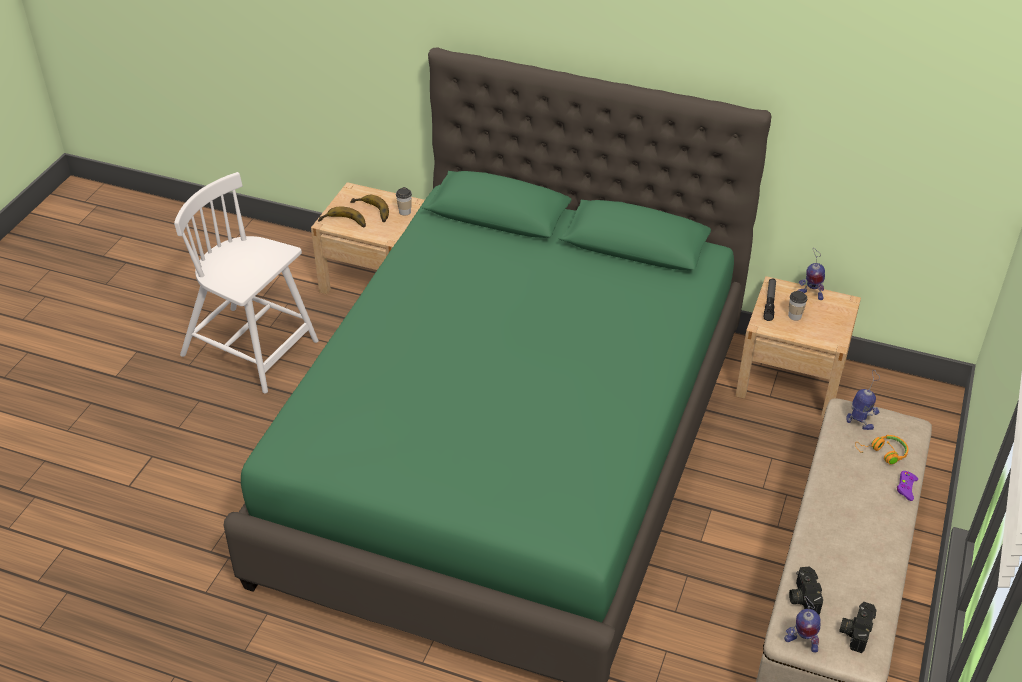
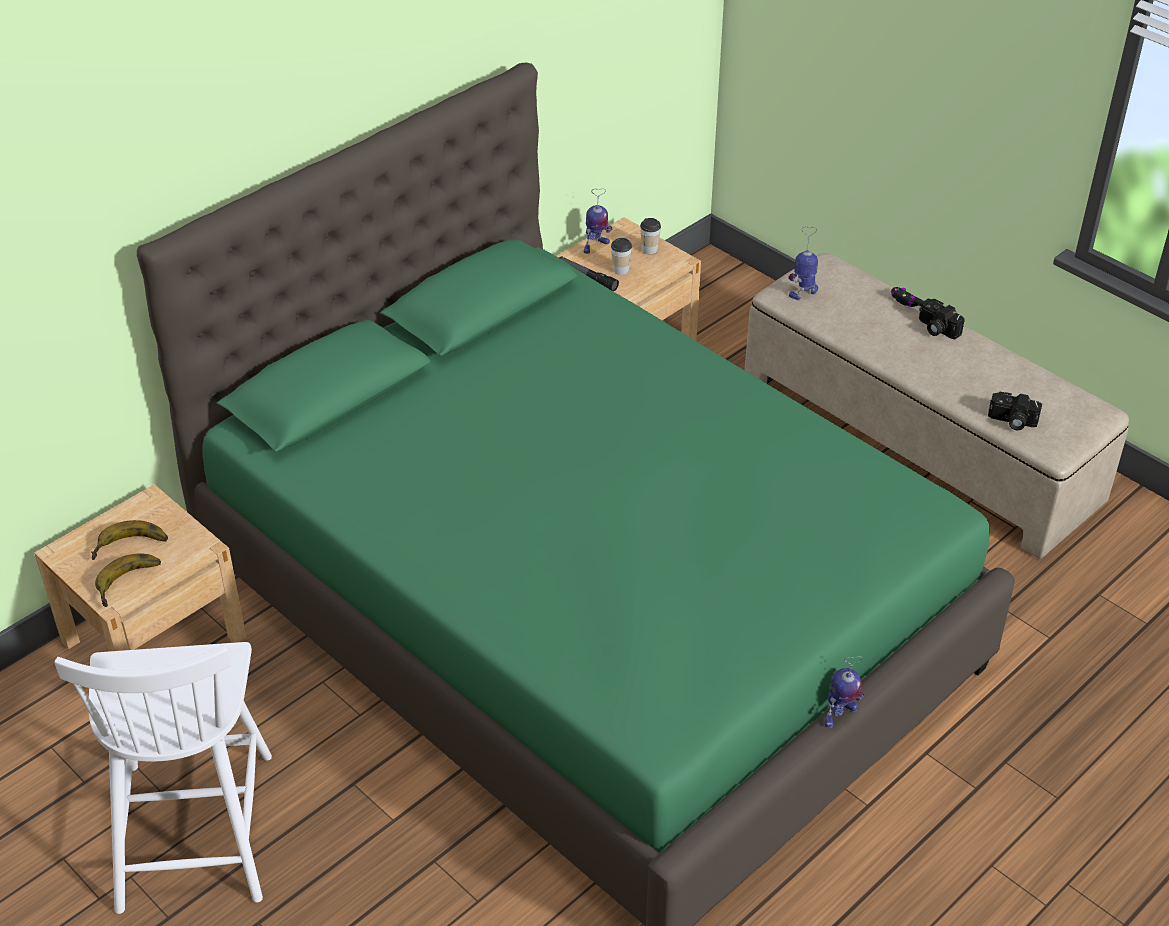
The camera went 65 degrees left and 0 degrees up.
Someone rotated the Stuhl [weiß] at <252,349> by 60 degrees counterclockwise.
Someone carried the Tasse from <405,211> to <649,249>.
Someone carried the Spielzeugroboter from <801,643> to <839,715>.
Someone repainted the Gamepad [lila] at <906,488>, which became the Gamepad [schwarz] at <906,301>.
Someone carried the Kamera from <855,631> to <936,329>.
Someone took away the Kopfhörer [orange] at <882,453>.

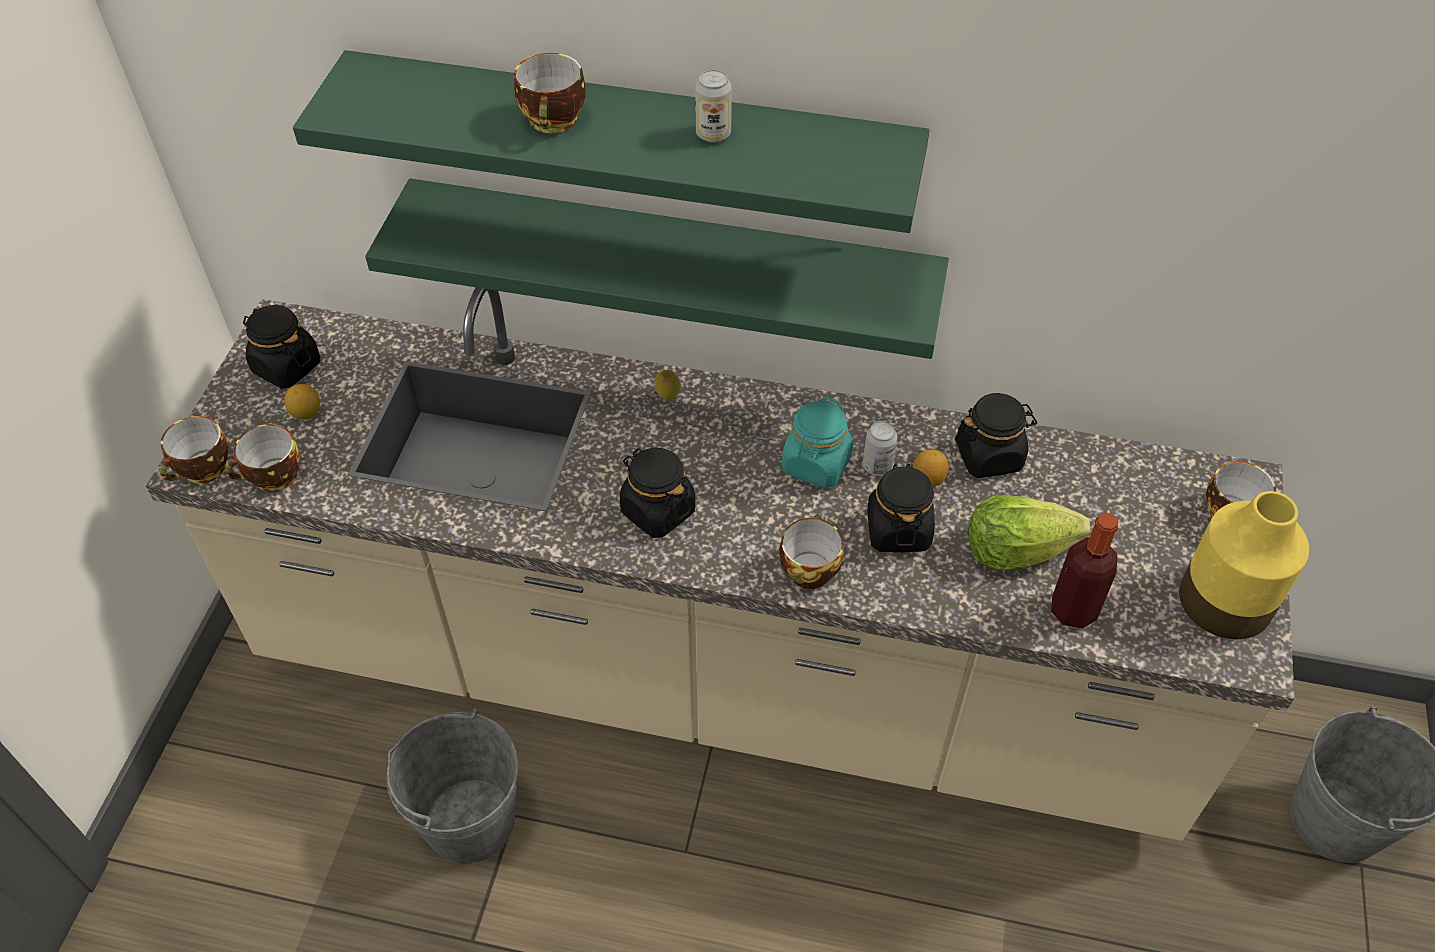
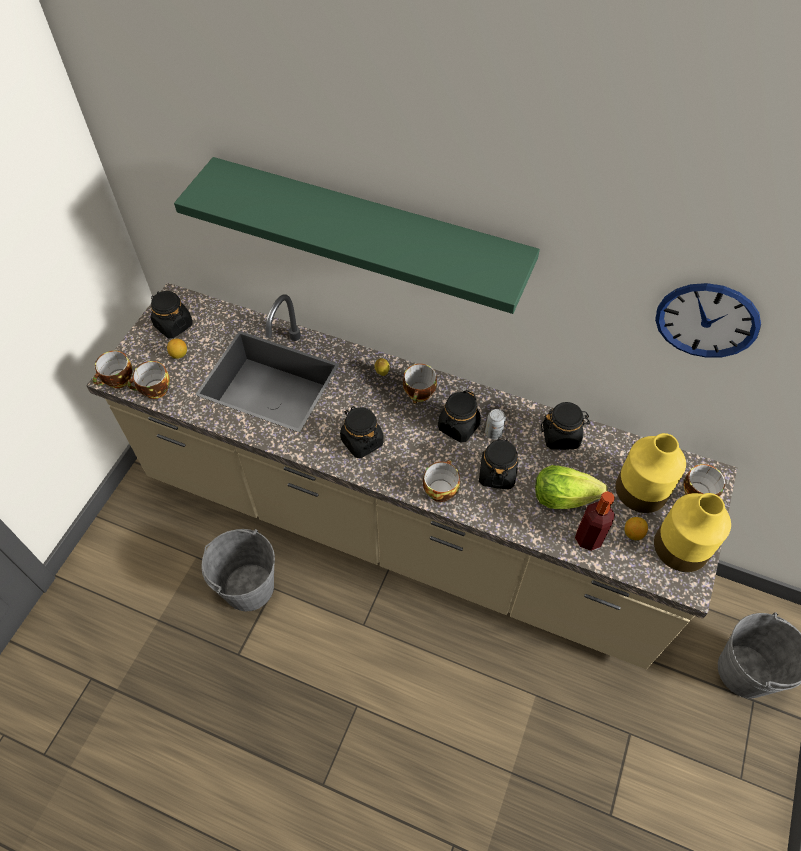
The camera went 10 degrees right and 5 degrees up.
Someone carried the Tasse from <554,121> to <420,394>.
Someone repainted the Vorratsglas [türkis] at <816,464>, which became the Vorratsglas [schwarz] at <458,427>.
Someone put down the Vase [gelb] at <641,490>.
Someone carried the Zitrone from <928,479> to <633,533>.
Someone put up the Wanduhr at <707,320>.
Someone took away the Wandregal [grün] at <673,259>.
Someone took away the Dose at <713,134>.

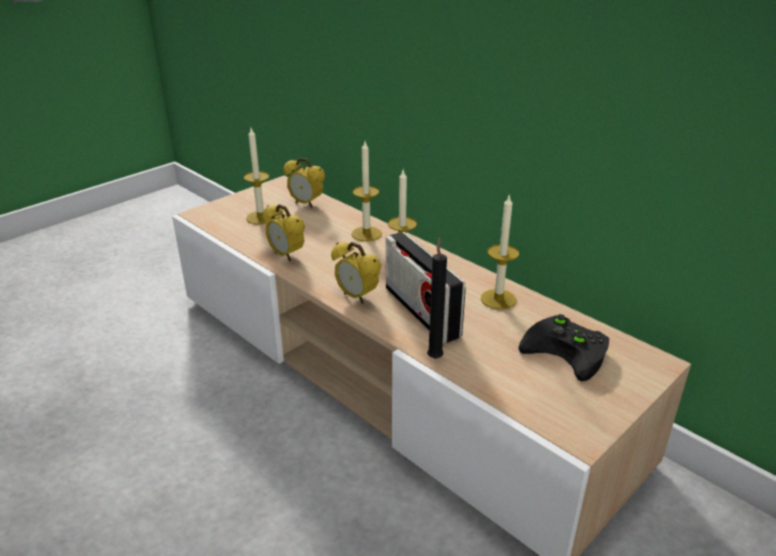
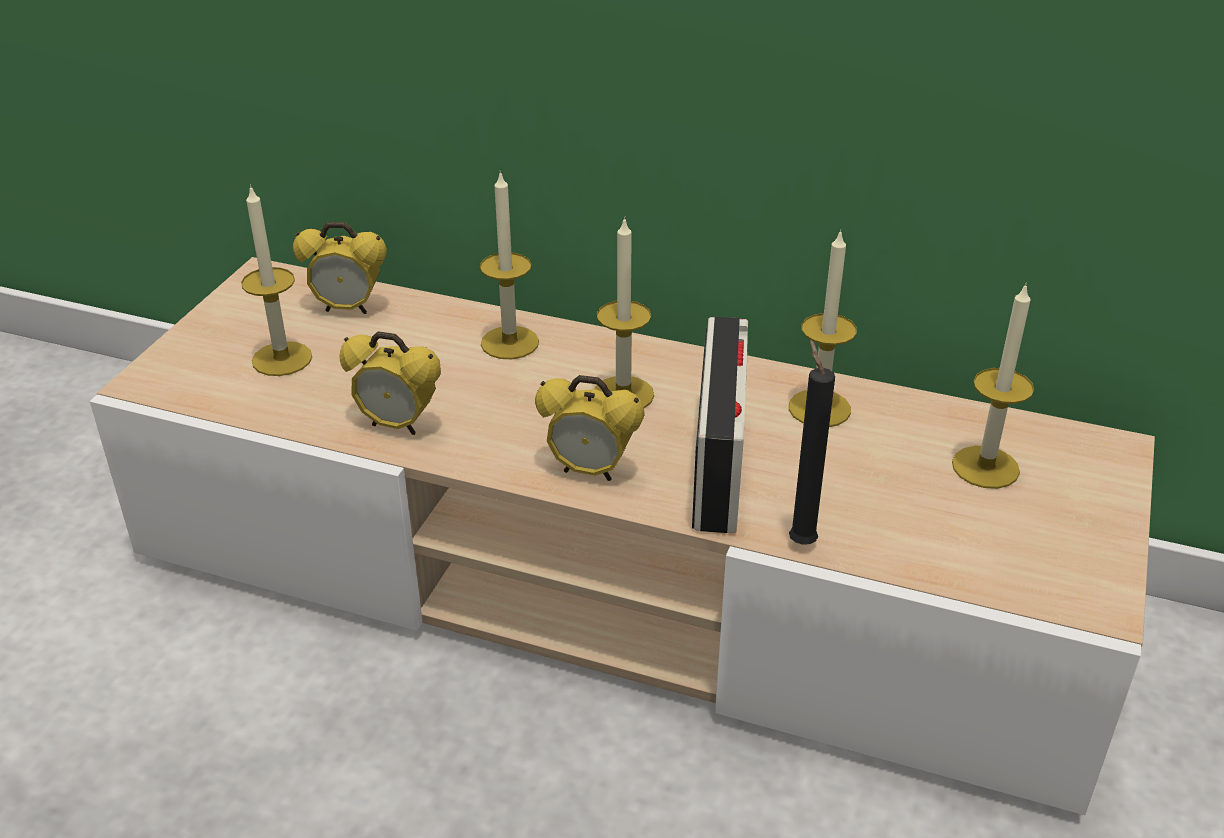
The camera went 25 degrees left and 5 degrees up.
Someone rotated the Radio at <421,312> by 120 degrees counterclockwise.
Someone swapped the Gamepad [schwarz] at <569,351> for the Kerze at <985,467>.

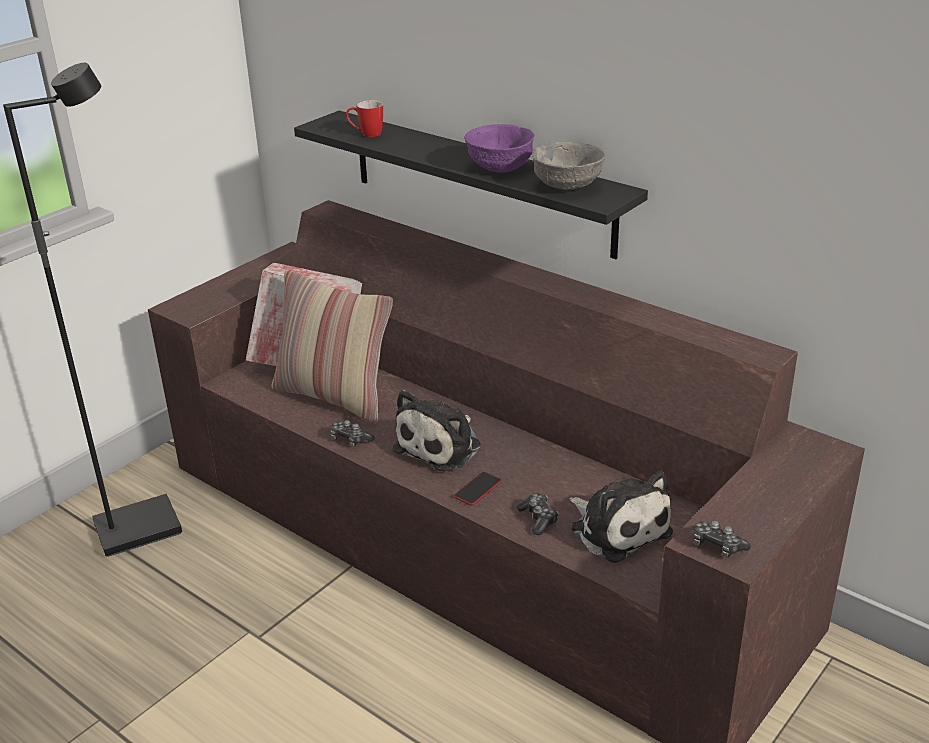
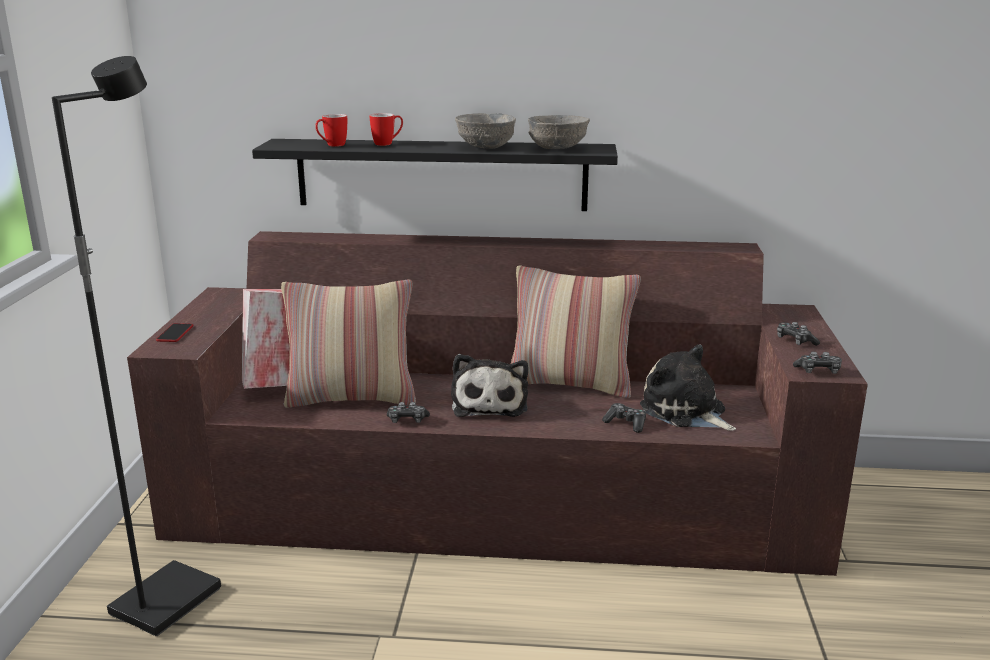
The camera went 35 degrees left and 10 degrees down.
Someone carried the Handy from <477,489> to <175,333>.
Someone put down the Henkelbecher at <387,143>.
Someone repainted the Schüssel [lila] at <500,167>, which became the Schüssel [grau] at <485,146>.
Someone put down the Kissen at <570,383>.
Someone rotated the Plüschtier at <617,528> by 150 degrees counterclockwise.
Someone put down the Gamepad at <795,341>.

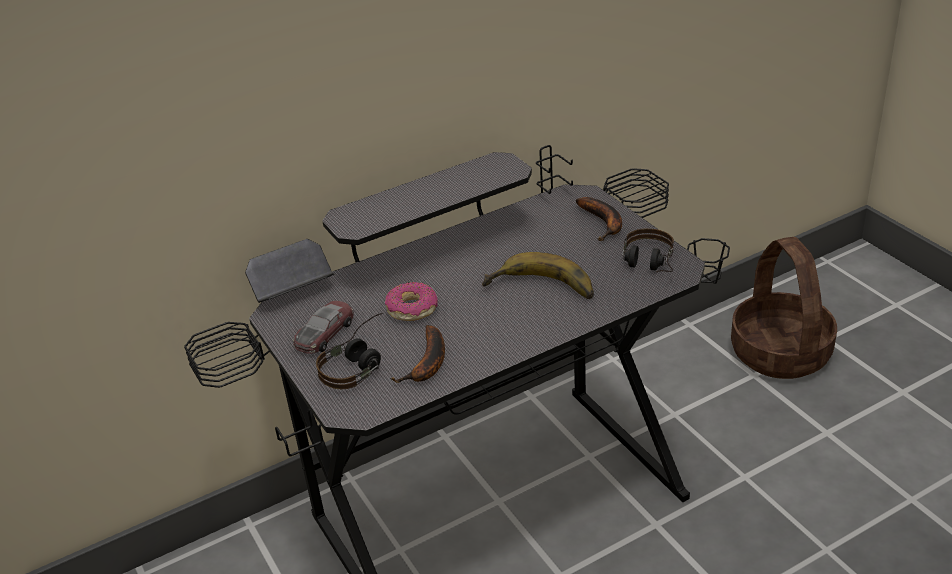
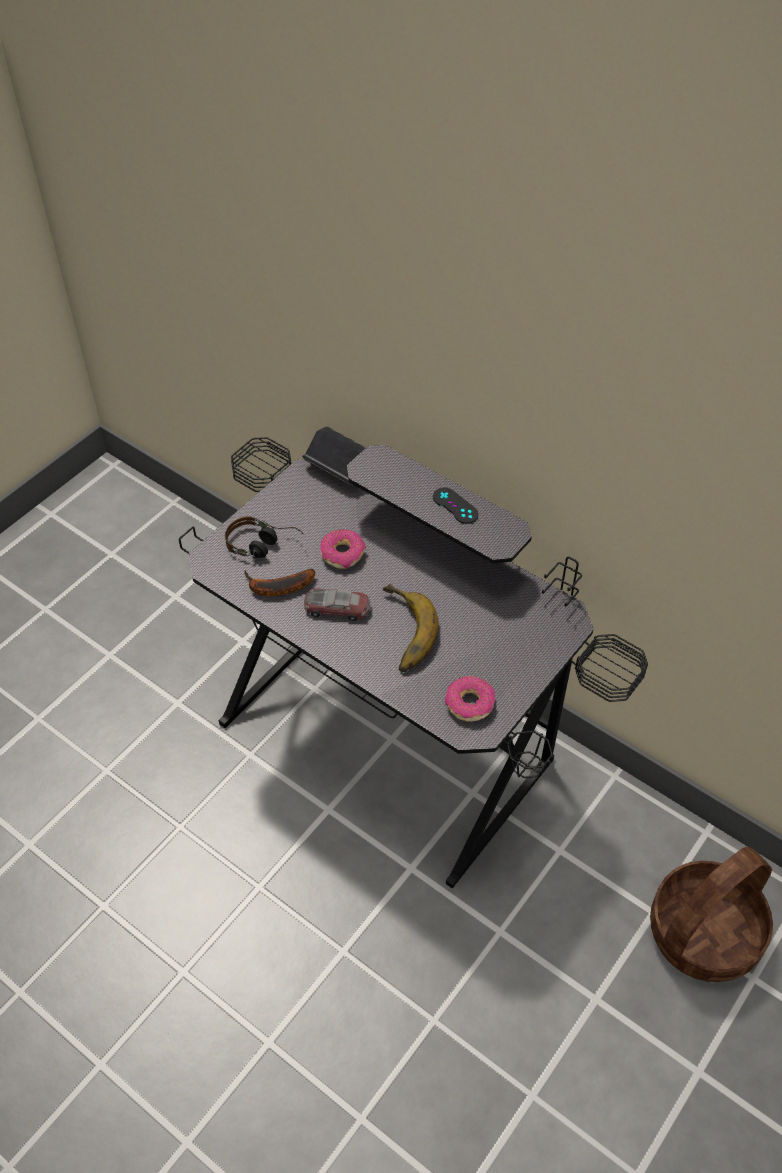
The camera went 65 degrees right and 15 degrees up.
Someone carried the Spielzeugauto from <325,333> to <337,608>.
Someone put down the Gamepad [schwarz] at <455,506>.
Someone swapped the Kopfhörer at <648,266> for the Donut at <469,703>.
Someone took away the Banane at <604,223>.

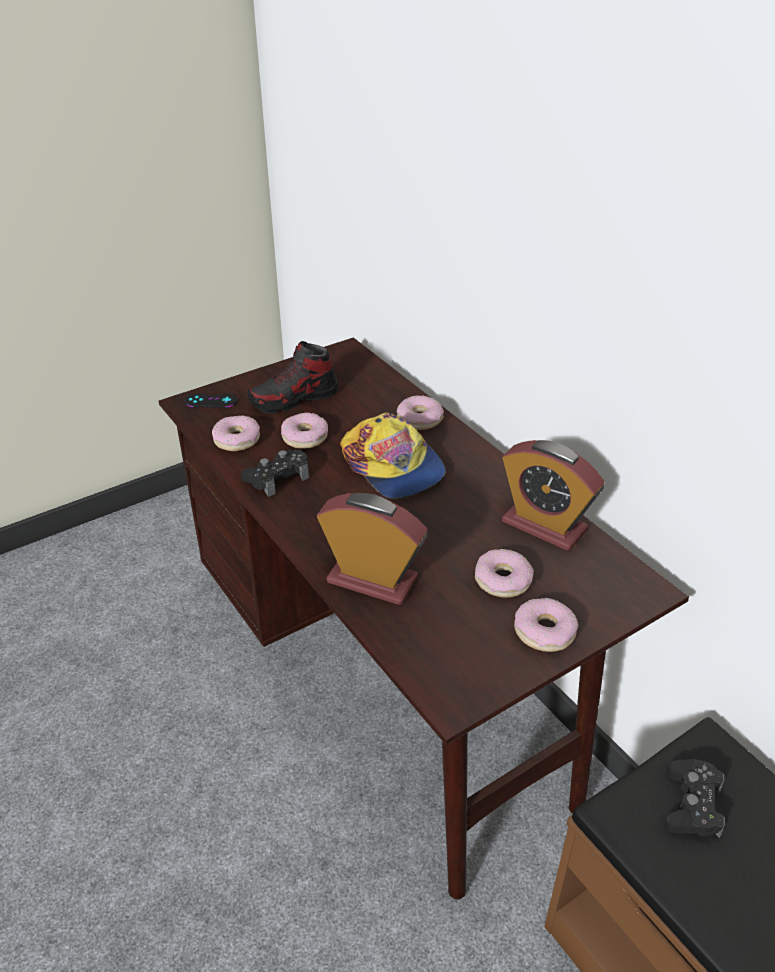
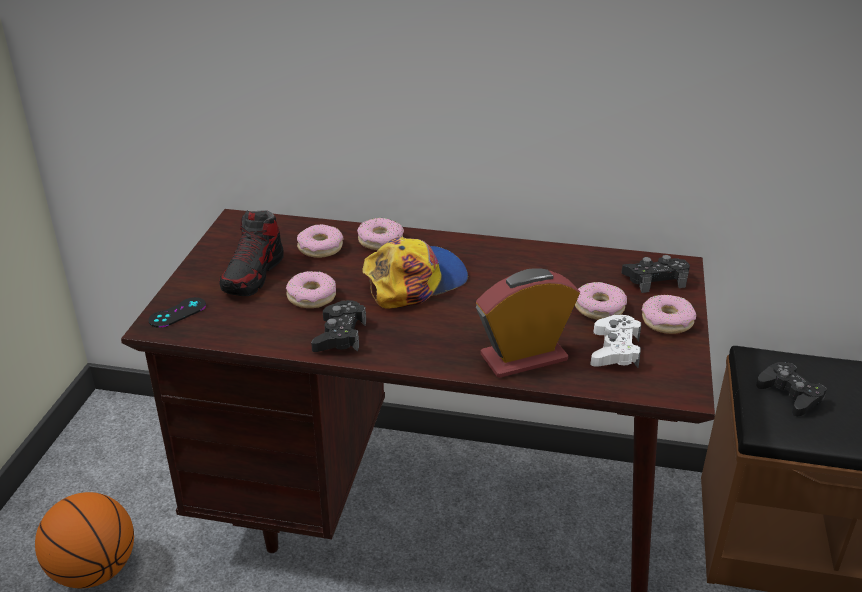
The camera went 45 degrees left and 5 degrees down.
Someone put down the Basketball at <94,570>.
Someone carried the Donut from <237,439> to <320,248>.
Someone rotated the Kappe at <393,466> by 45 degrees counterclockwise.
Someone put down the Gamepad [weiß] at <615,350>.
Someone put down the Gamepad [schwarz] at <655,279>.
Someone took away the Wecker at <544,525>.

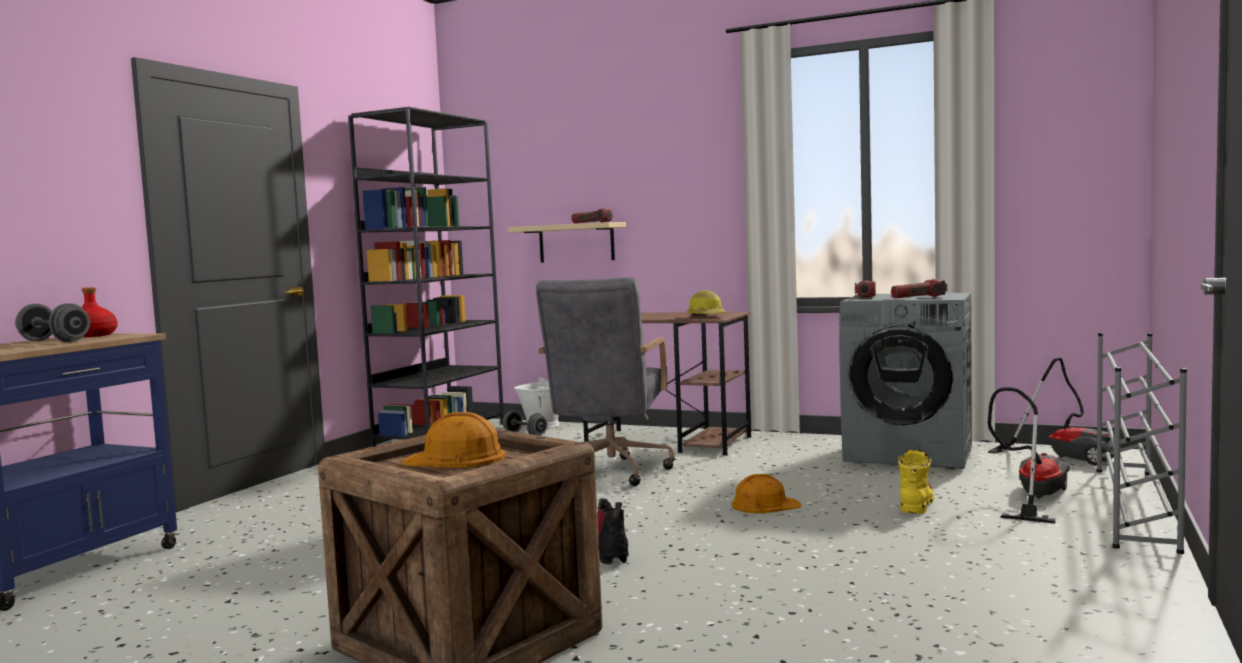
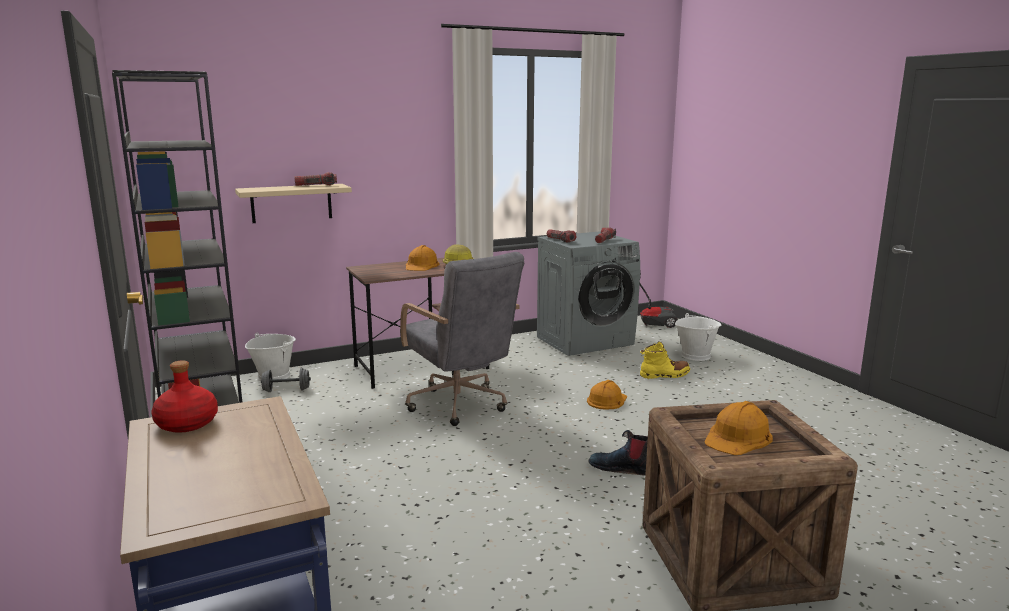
The camera went 50 degrees left and 10 degrees up.
Someone put down the Schutzhelm [orange] at <421,265>.
Someone rotated the Stiefel [gelb] at <915,503> by 105 degrees clockwise.
Someone swapped the Staubsauger at <1033,497> for the Eimer [weiß] at <695,355>.
Someone took away the Hantel [grau] at <54,341>.
Someone took away the Schuhregal [grau] at <1133,507>.

